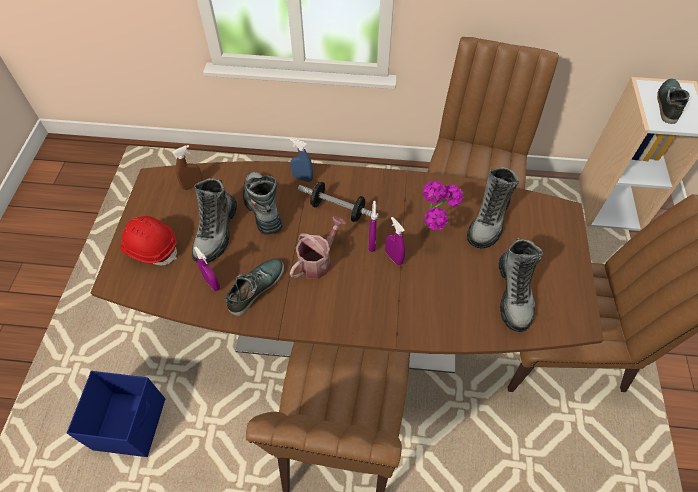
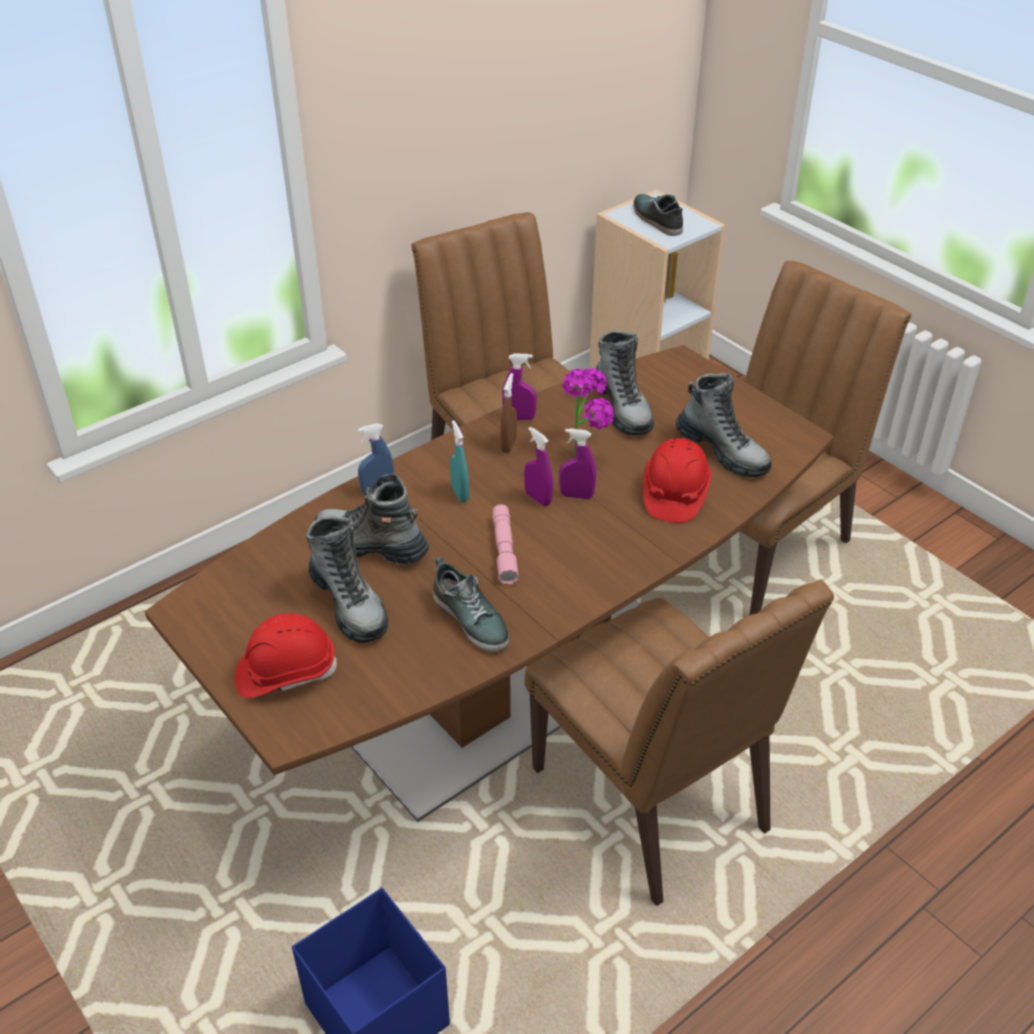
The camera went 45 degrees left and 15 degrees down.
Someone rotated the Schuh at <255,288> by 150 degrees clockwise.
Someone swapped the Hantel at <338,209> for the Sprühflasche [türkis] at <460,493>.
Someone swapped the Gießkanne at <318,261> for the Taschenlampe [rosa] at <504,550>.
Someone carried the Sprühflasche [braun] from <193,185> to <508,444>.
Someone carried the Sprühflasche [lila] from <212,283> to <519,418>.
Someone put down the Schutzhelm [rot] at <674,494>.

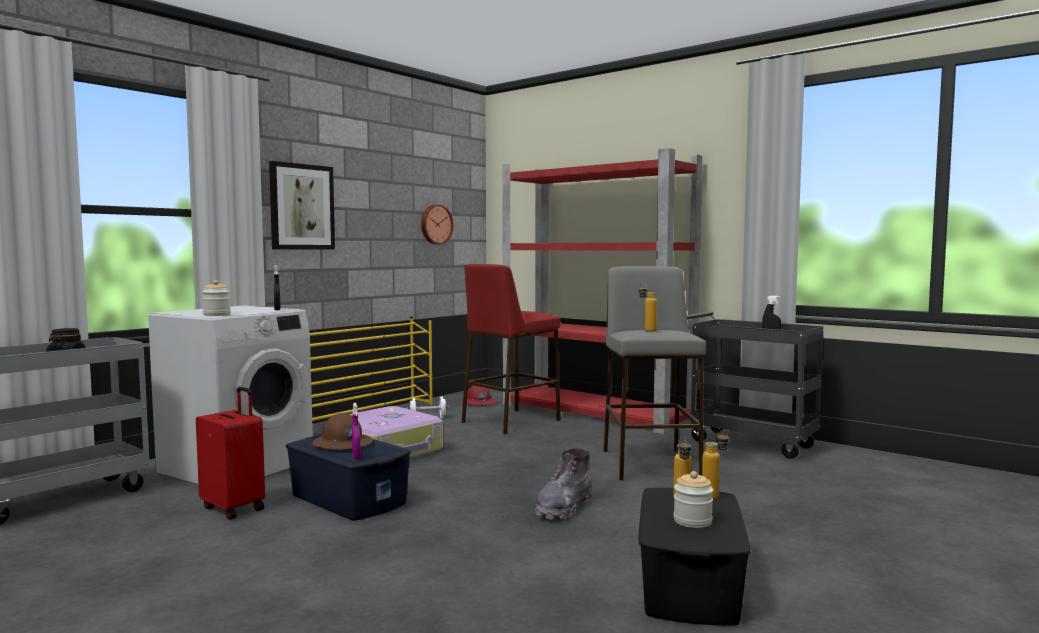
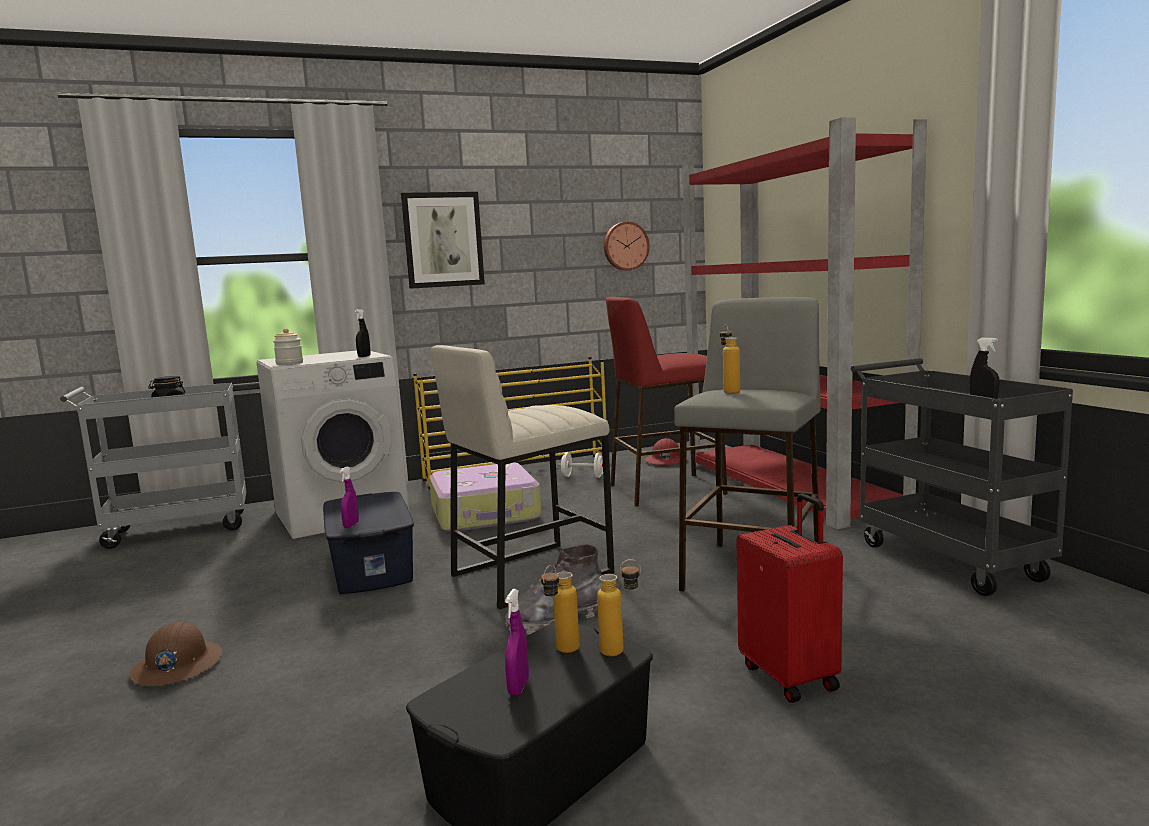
The camera went 30 degrees right and 5 degrees up.
Someone carried the Schutzhelm [braun] from <342,444> to <177,666>.
Someone put down the Hocker [beige] at <531,574>.
Someone swapped the Vorratsglas at <692,521> for the Sprühflasche [lila] at <518,687>.
Someone carried the Koffer [rot] from <234,508> to <791,676>.

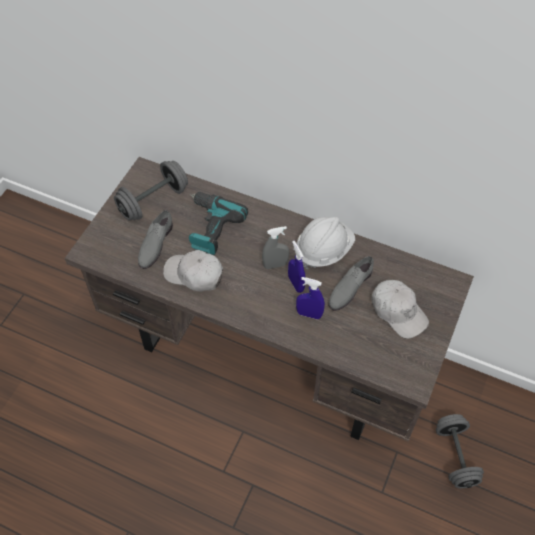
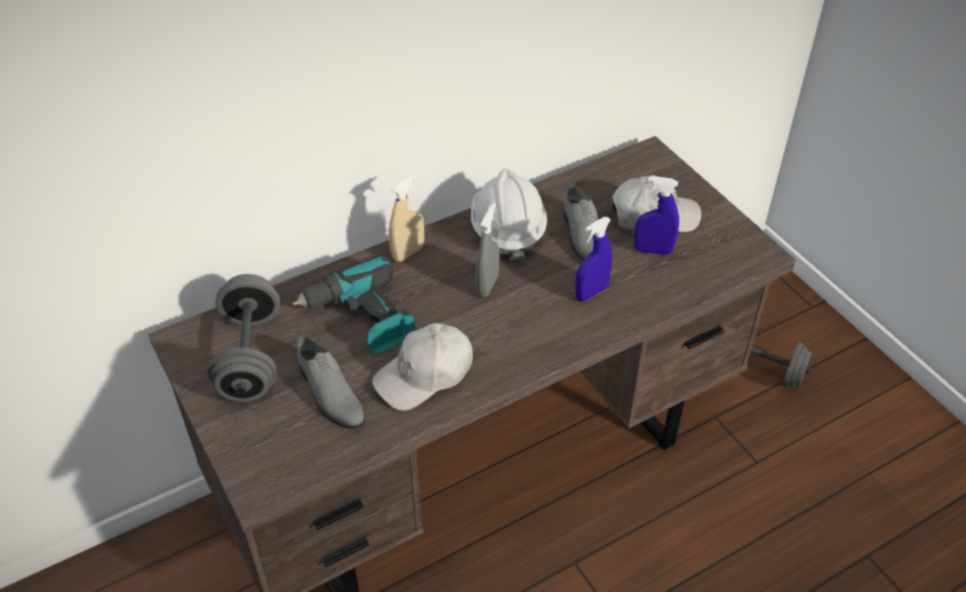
The camera went 55 degrees left and 10 degrees down.
Someone put down the Sprühflasche [beige] at <408,253>.
Someone carried the Sprühflasche [blau] from <296,284> to <653,251>.

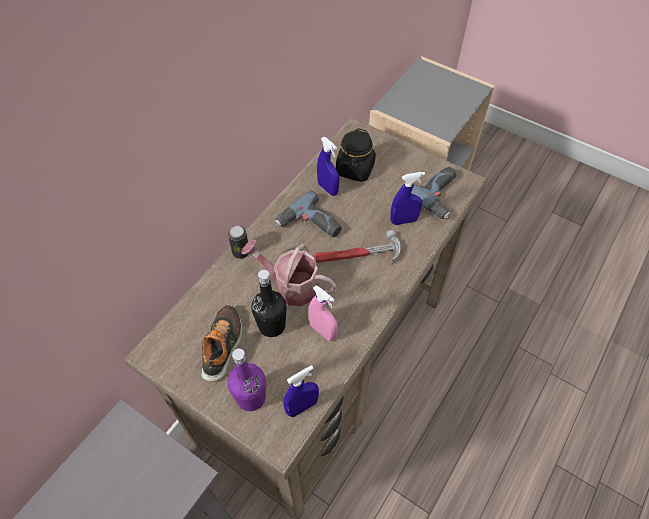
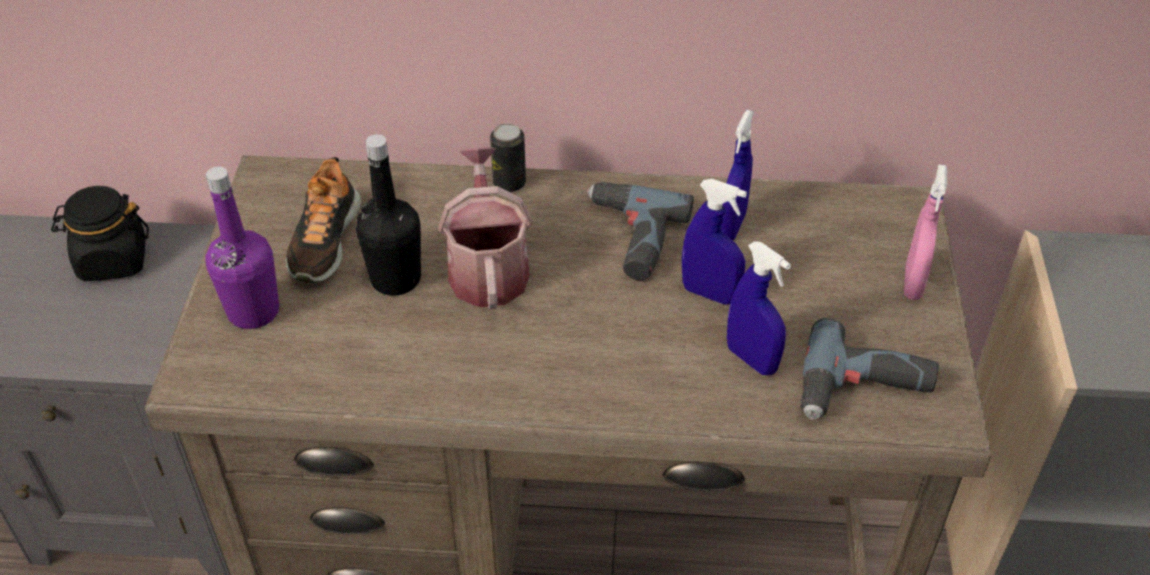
The camera went 60 degrees right and 10 degrees down.
Someone carried the Vorratsglas [schwarz] from <355,169> to <112,260>.
Someone rotated the Schuh at <223,345> by 120 degrees clockwise.
Someone carried the Sprühflasche [blau] from <302,406> to <709,294>.
Someone carried the Sprühflasche [rosa] from <323,331> to <913,283>.
Someone took away the Hammer at <357,255>.

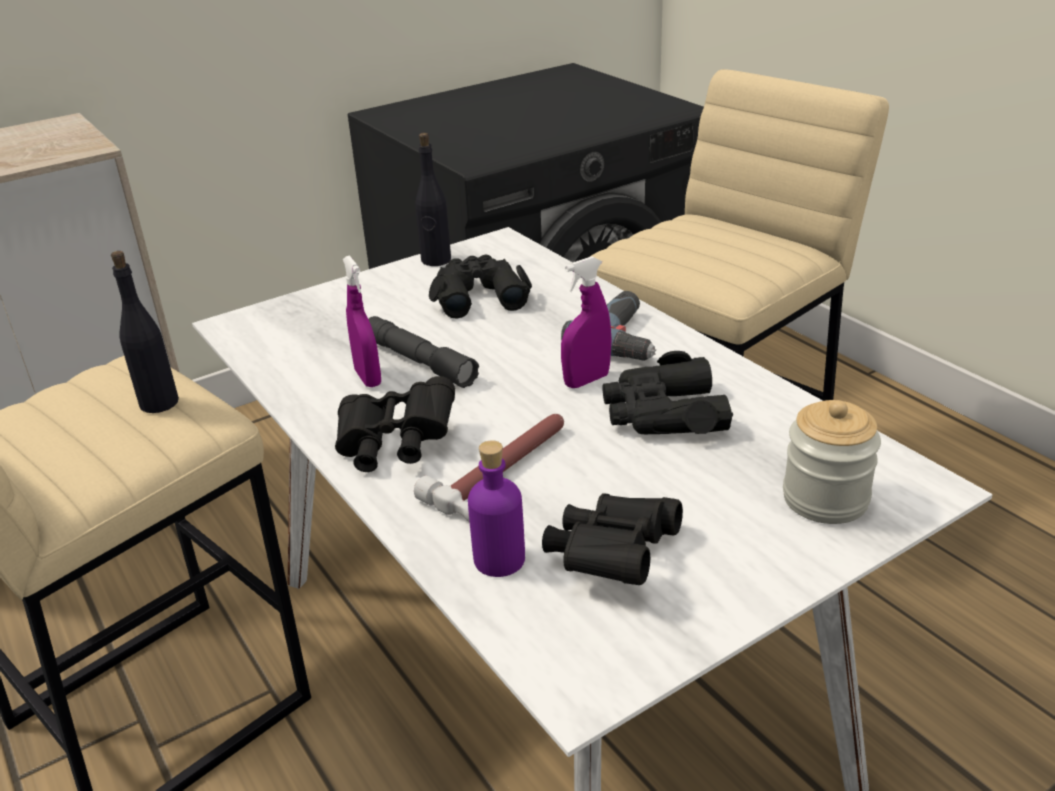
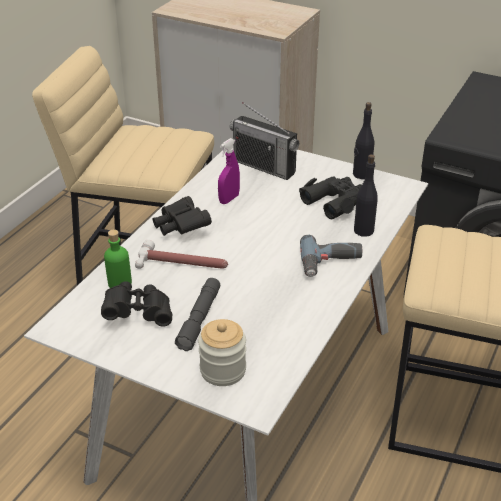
The camera went 60 degrees right and 5 degrees up.
Someone repainted the Flasche [lila] at <499,559>, which became the Flasche [grün] at <119,283>.
Someone carried the Taschenlampe [grau] from <419,362> to <199,319>.
Someone put down the Radio at <264,167>.
Someone carried the Flasche [schwarz] from <159,403> to <364,230>.
Someone took away the Sprühflasche [lila] at <586,380>.
Someone took away the Fernglas [schwarz] at <663,413>.

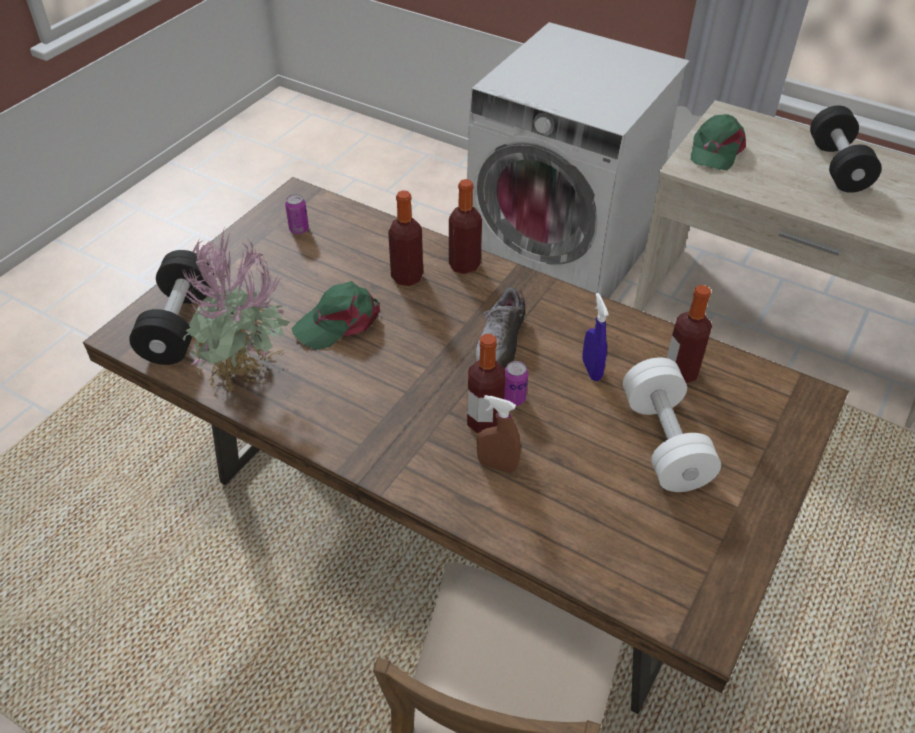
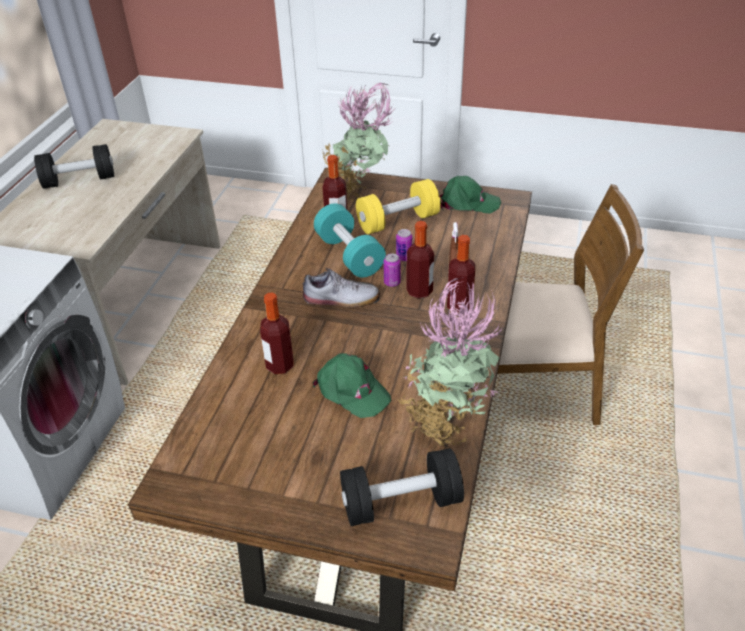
The camera went 105 degrees left and 5 degrees down.
Someone swapped the Sprühflasche [blau] at <591,370> for the Hantel [türkis] at <349,255>.
Someone put down the Topfpflanze at <361,192>.
Someone repainted the Hantel [weiß] at <664,442>, which became the Hantel [gelb] at <398,221>.
Someone carried the Dose from <299,229> to <404,257>.
Someone carried the Kappe [grün] from <715,150> to <467,203>.
Someone carried the Flasche from <464,265> to <459,306>.

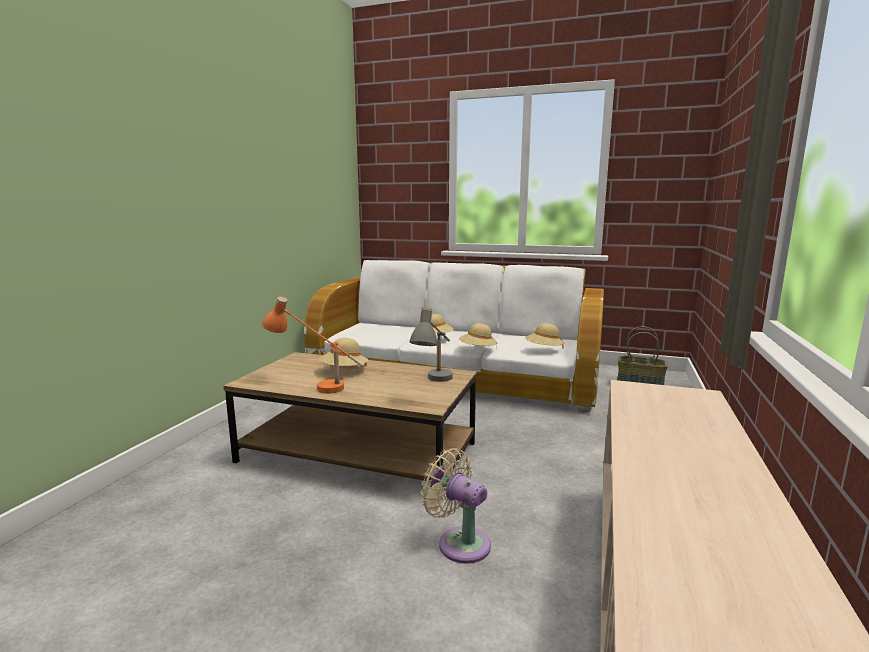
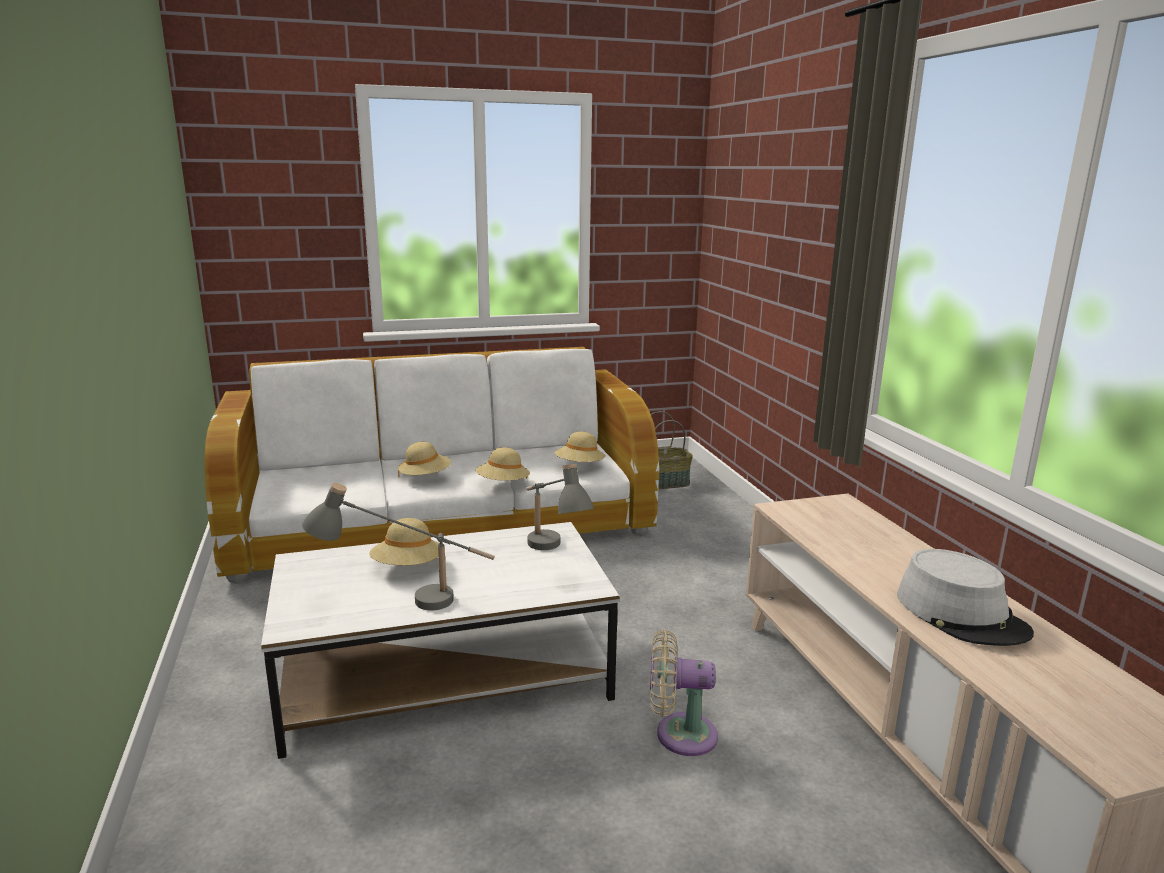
The camera went 35 degrees left and 5 degrees up.
Someone repainted the Couchtisch [braun] at <360,452>, which became the Couchtisch [weiß] at <447,674>.
Someone repainted the Tischlampe [orange] at <315,385>, which became the Tischlampe [grau] at <405,602>.
Someone put down the Hut [grau] at <961,614>.

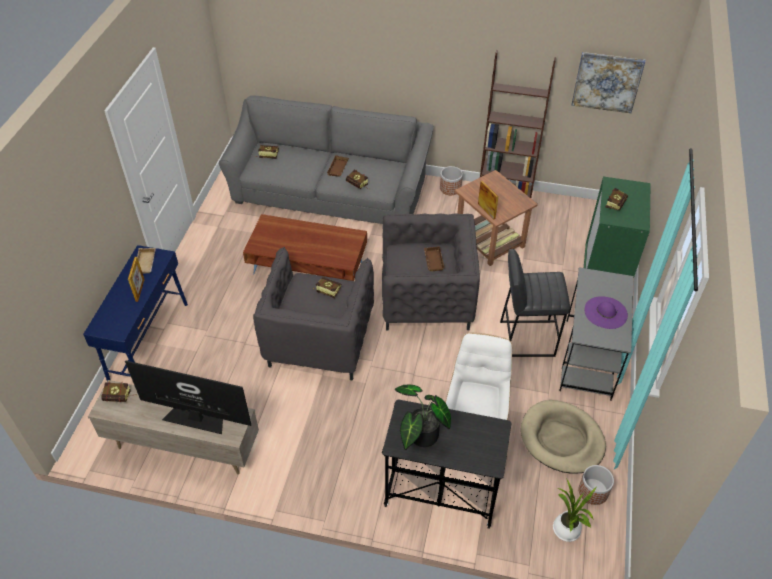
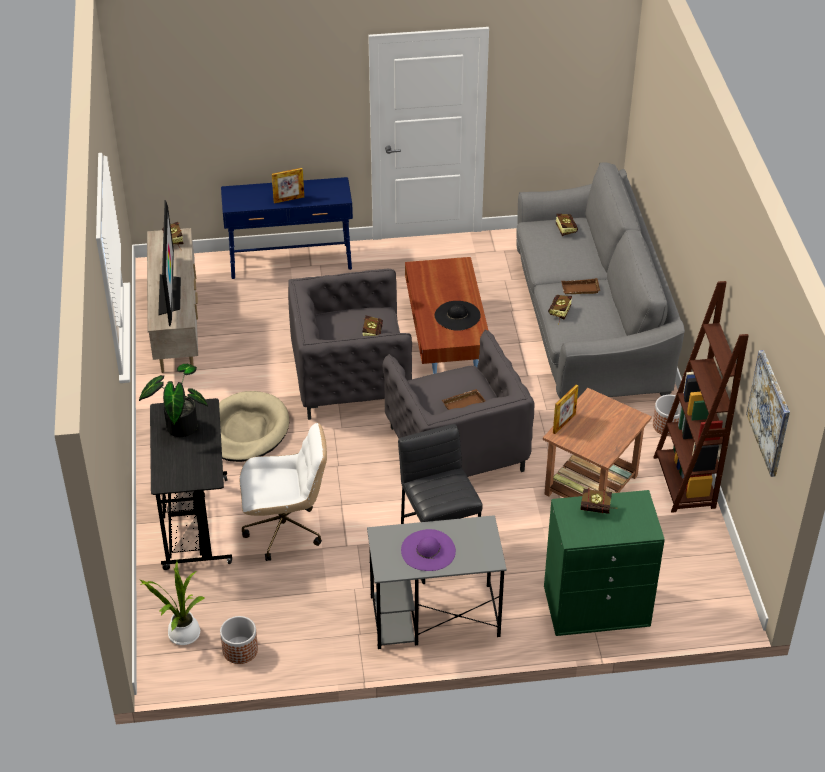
The camera went 70 degrees right and 5 degrees down.
Someone carried the Hundebett [beige] from <561,439> to <245,430>.
Someone put down the Hut [schwarz] at <457,315>.
Someone took away the Tablett [beige] at <146,263>.

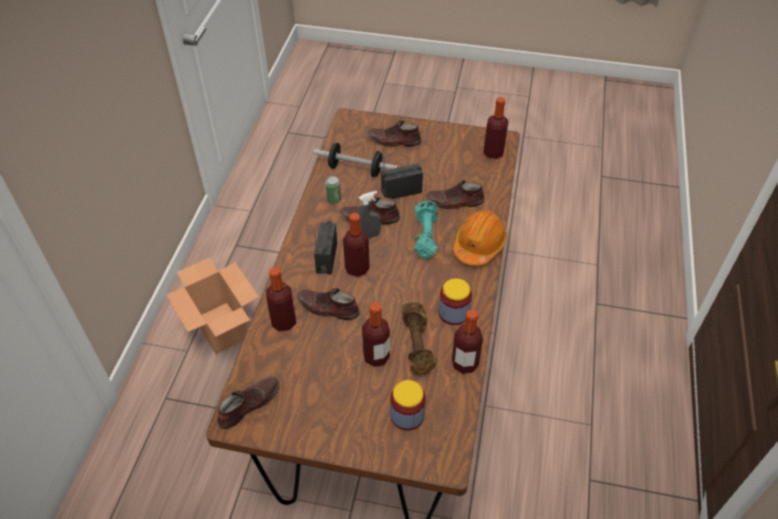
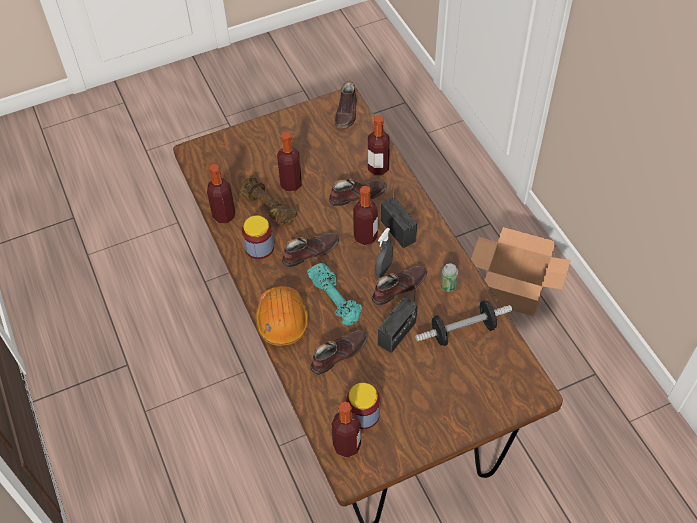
The camera went 145 degrees right and 5 degrees up.
Someone carried the Schuh [braun] from <394,141> to <310,252>.
Someone carried the Vorratsglas from <407,415> to <363,414>.

